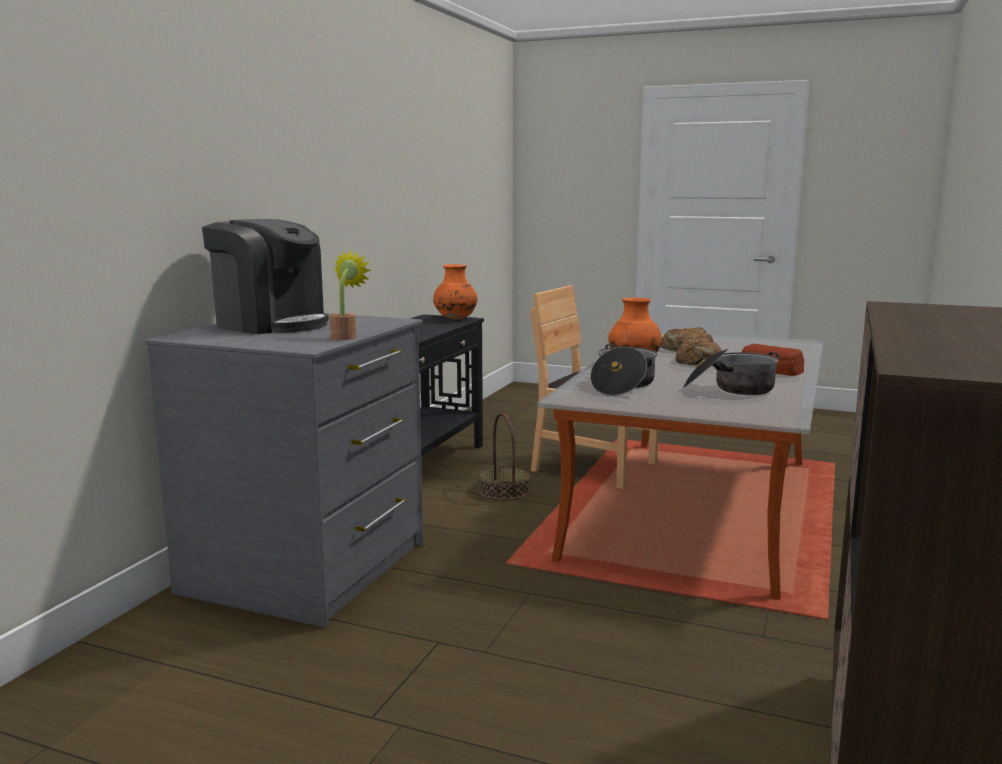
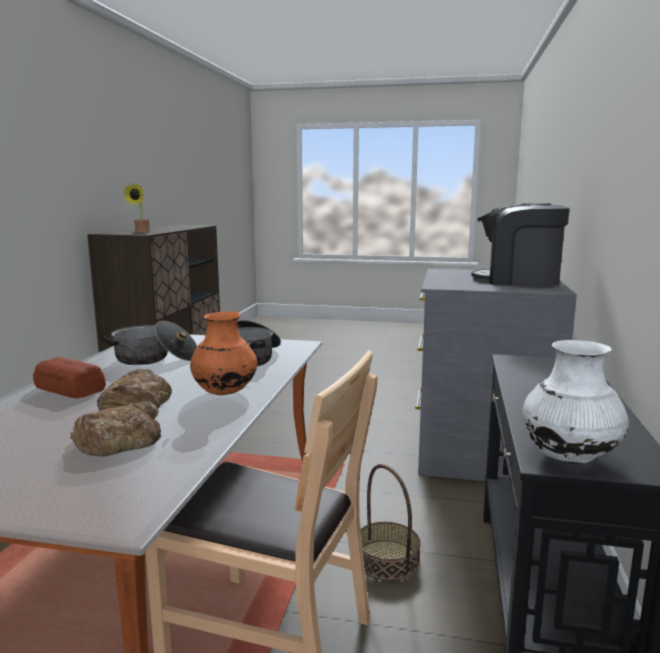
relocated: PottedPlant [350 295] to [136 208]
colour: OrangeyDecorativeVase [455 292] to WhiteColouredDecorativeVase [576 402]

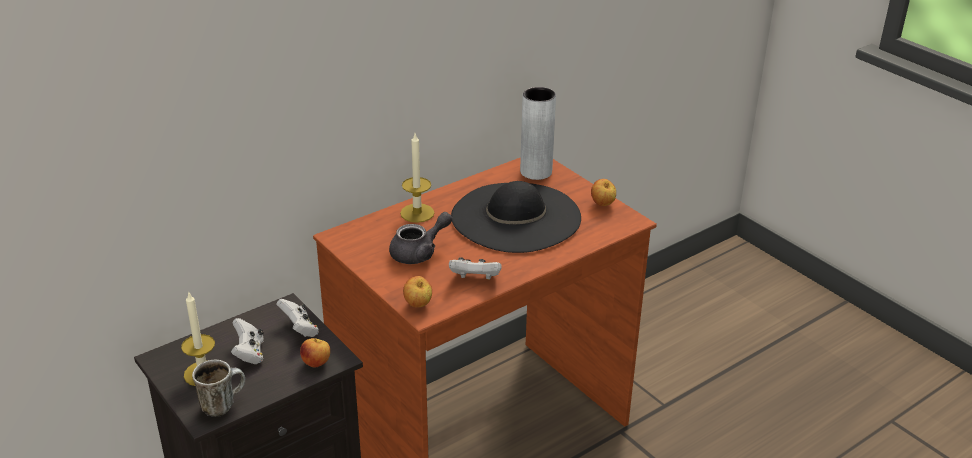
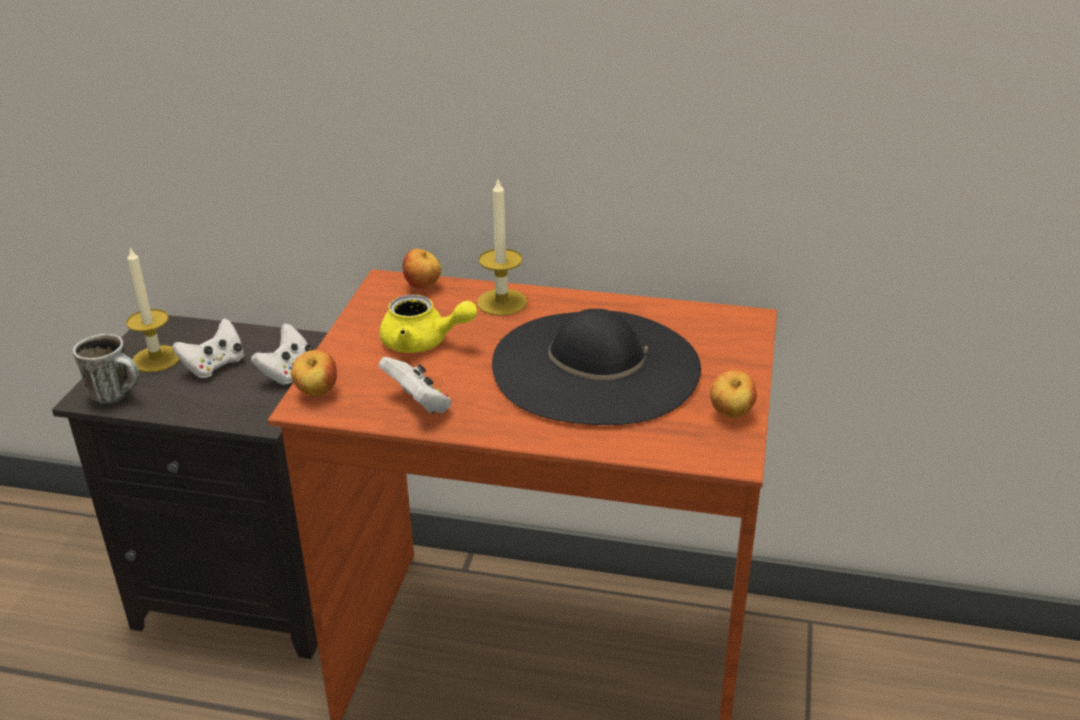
missing: GreyishDecorativeVase [538 133]
relocated: WholeApple [315 353] to [421 269]
colour: GreyishTeaPot [420 238] to YellowishTeaPot [428 323]

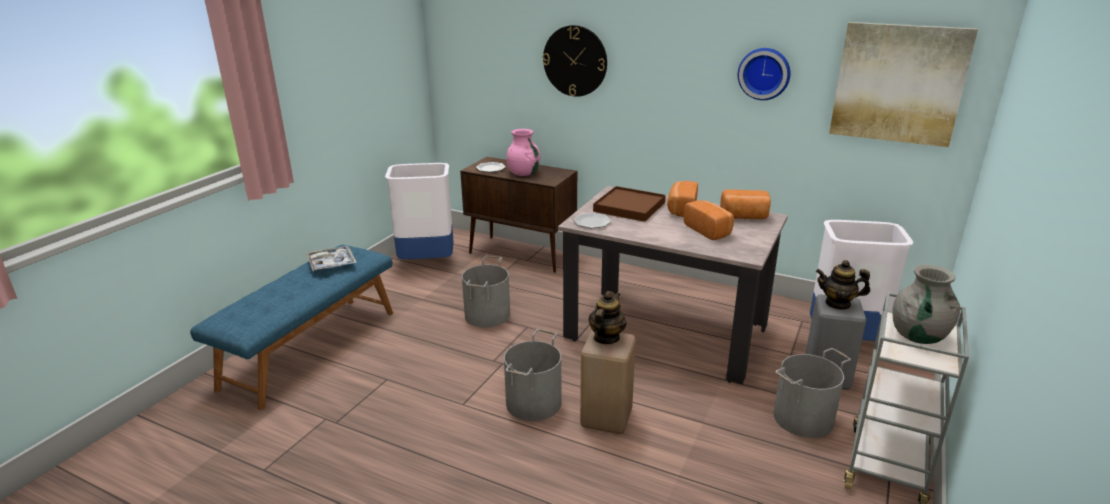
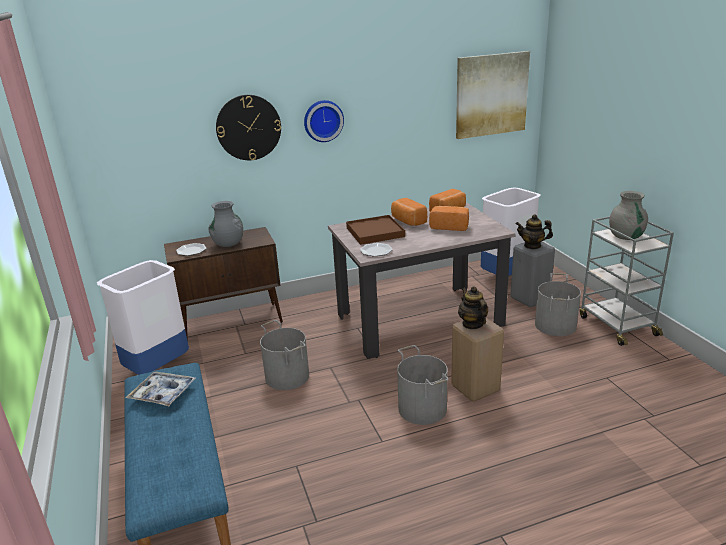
relocated: WallClock [764 74] to [324 121]
colour: PinkDecorativeVase [523 152] to GreyishDecorativeVase [225 224]
spun: TeaPot [843 285] = [534 231] 45 degrees clockwise

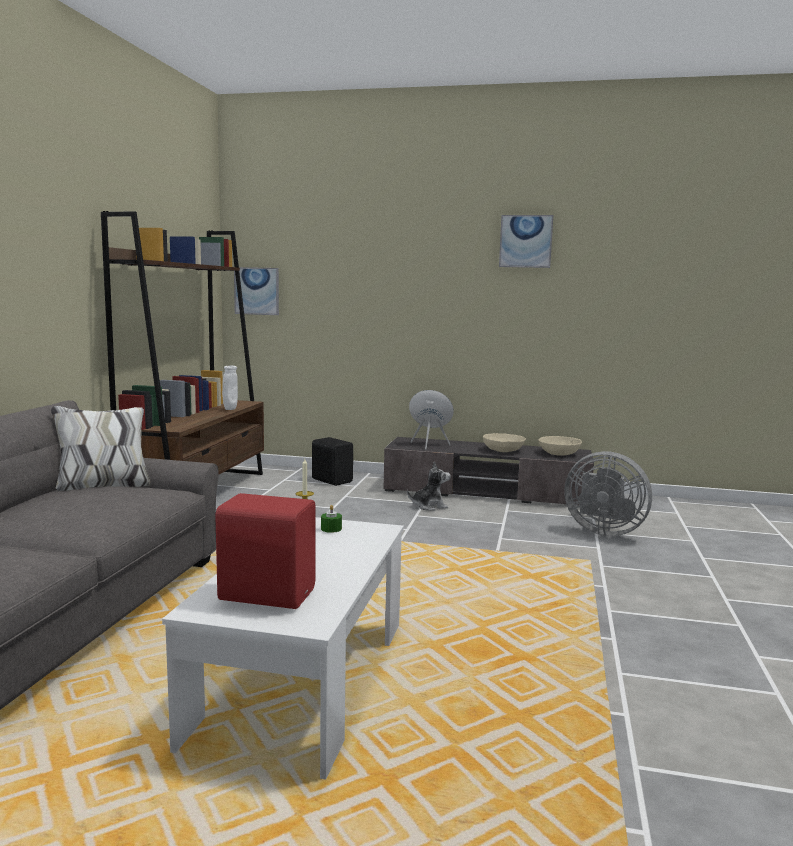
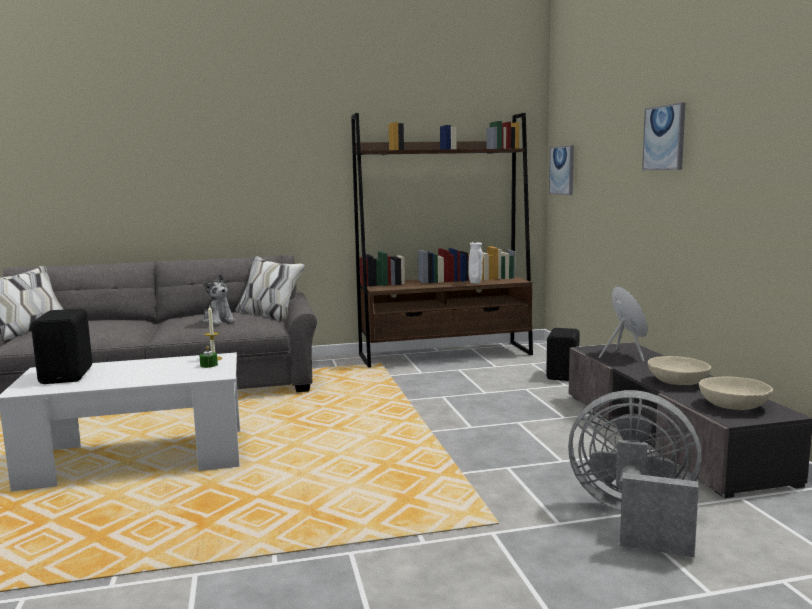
relocated: SoftToy [429 486] to [219 299]; Picture [526 241] to [664 136]
colour: RedColouredAudioSpeaker [265 551] to BlackishAudioSpeaker [61 346]
spun: GreyishFan [608 493] = [634 473] 105 degrees clockwise

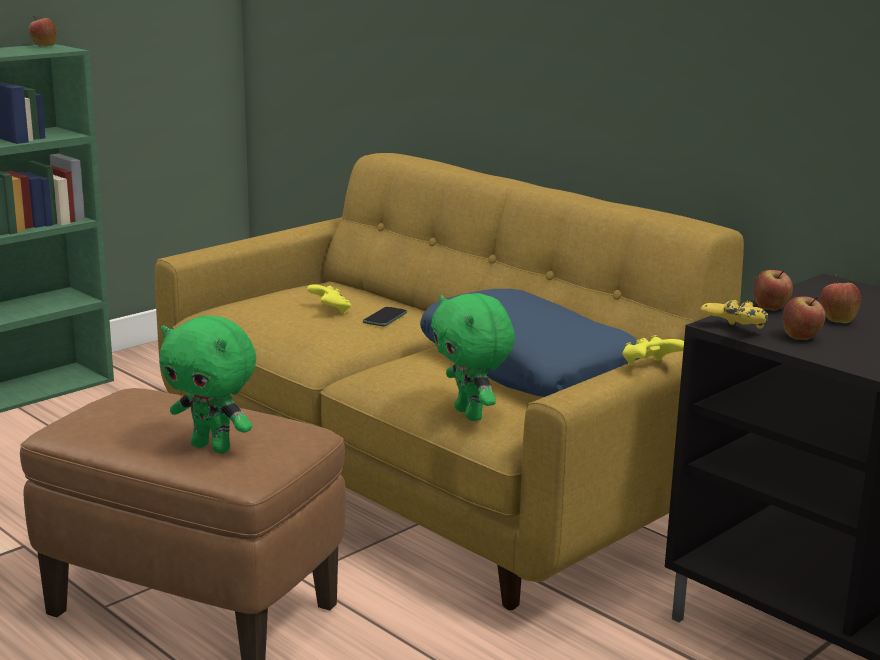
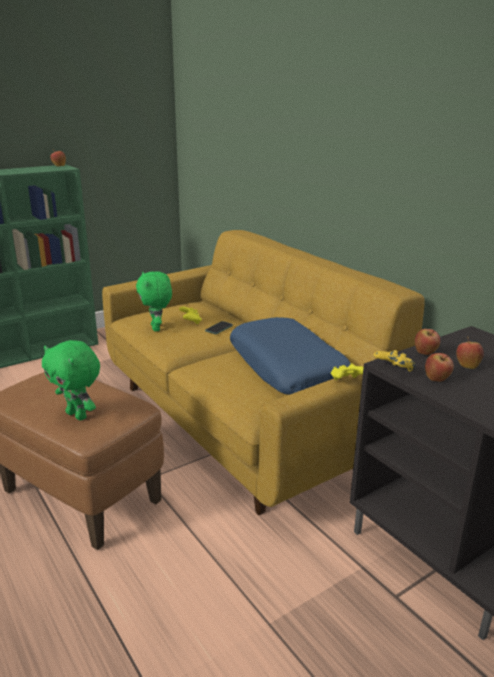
relocated: GreenSoftToy [473 357] to [154 301]

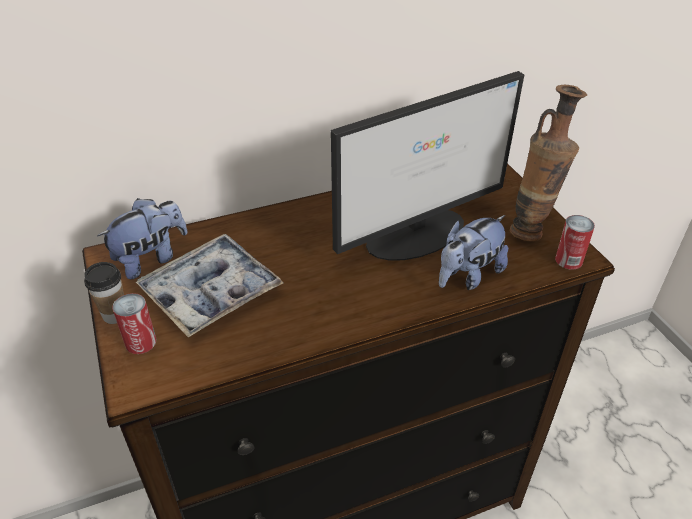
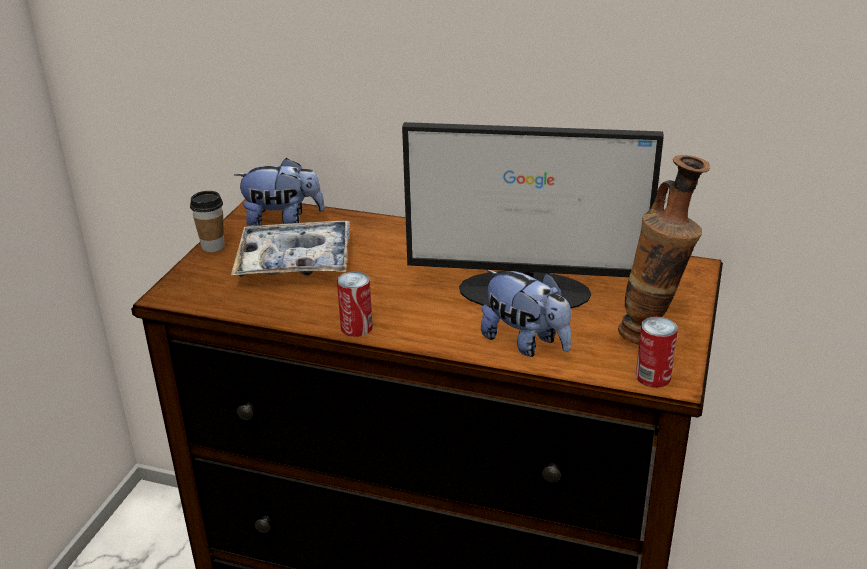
relocated: MetalCan [134 323] to [355 304]
spun: SoftToy [473 252] = [526 313] 135 degrees counterclockwise

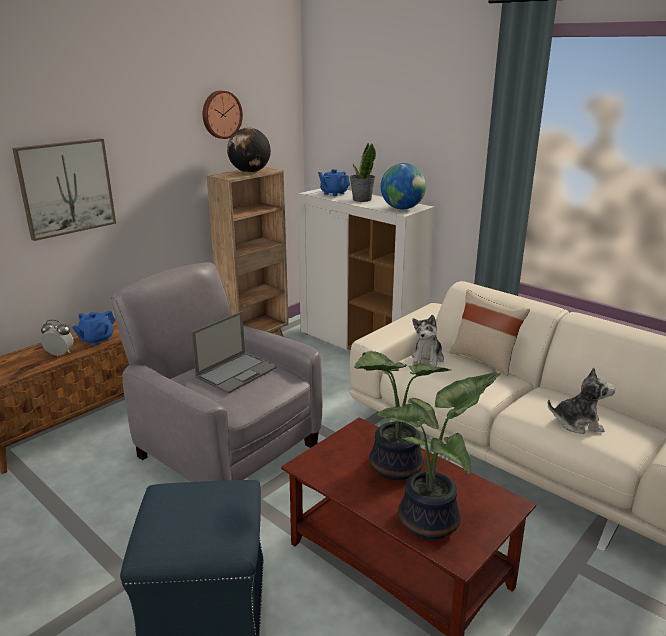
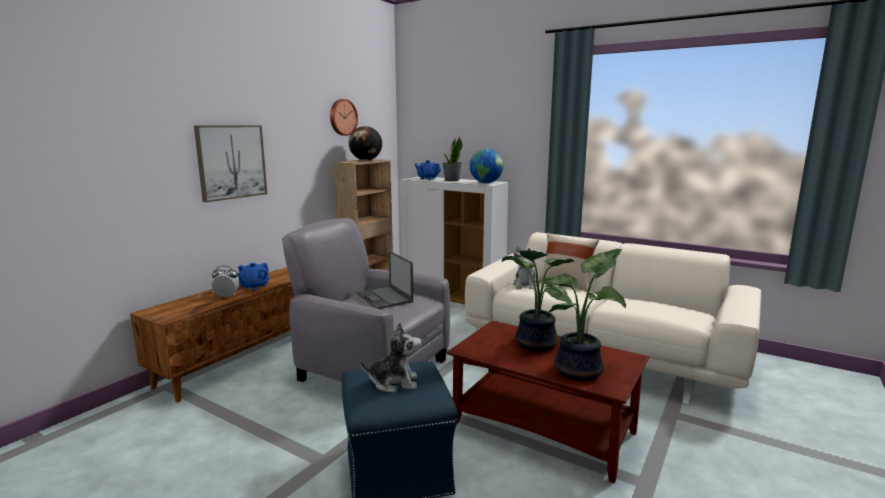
relocated: SoftToy [582 401] to [391 357]
spun: NotebookComputer [234 352] = [384 280] 120 degrees clockwise

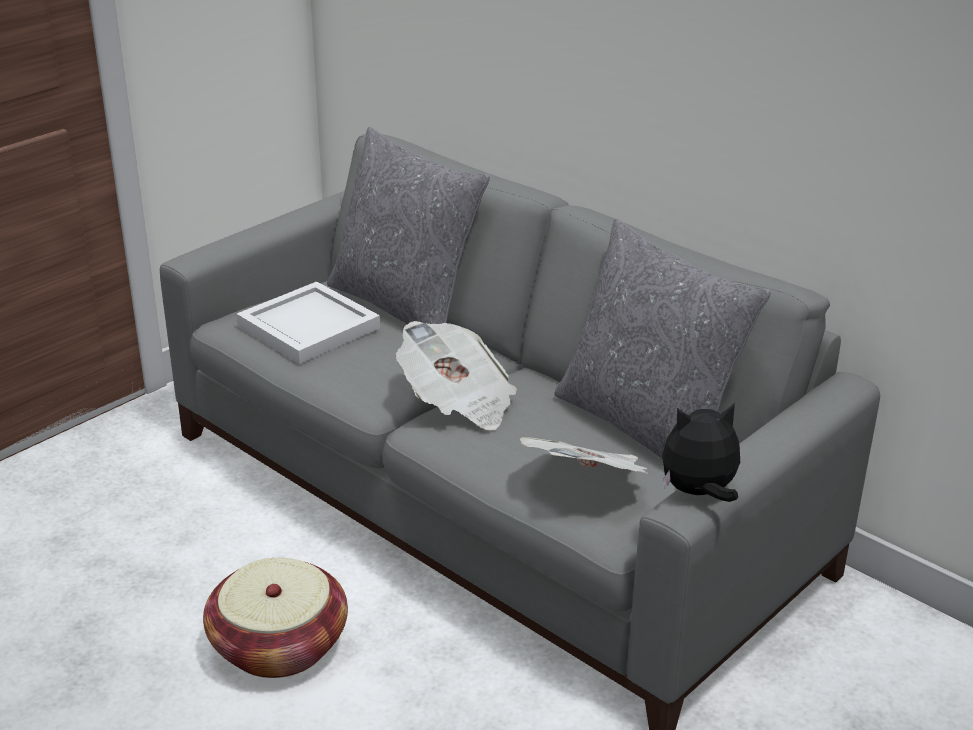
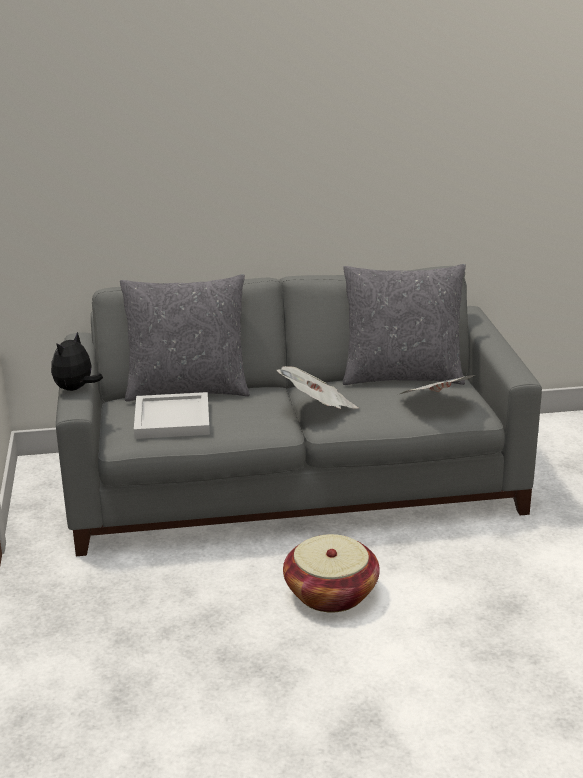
relocated: SoftToy [701 452] to [77 361]

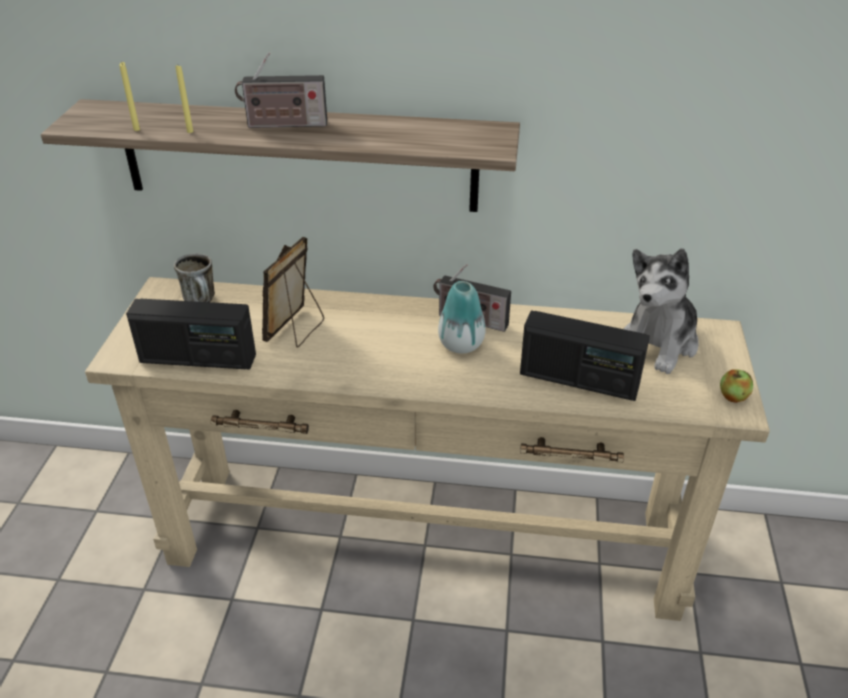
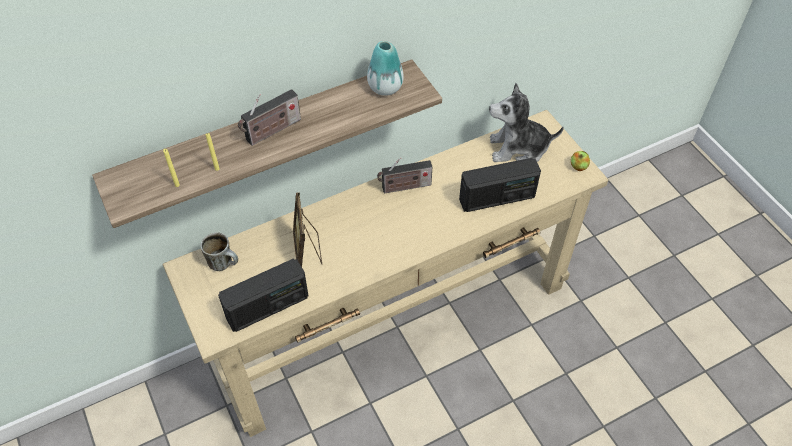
relocated: DecorativeVase [462 317] to [385 68]
spun: SoftToy [661 311] = [526 122] 90 degrees clockwise

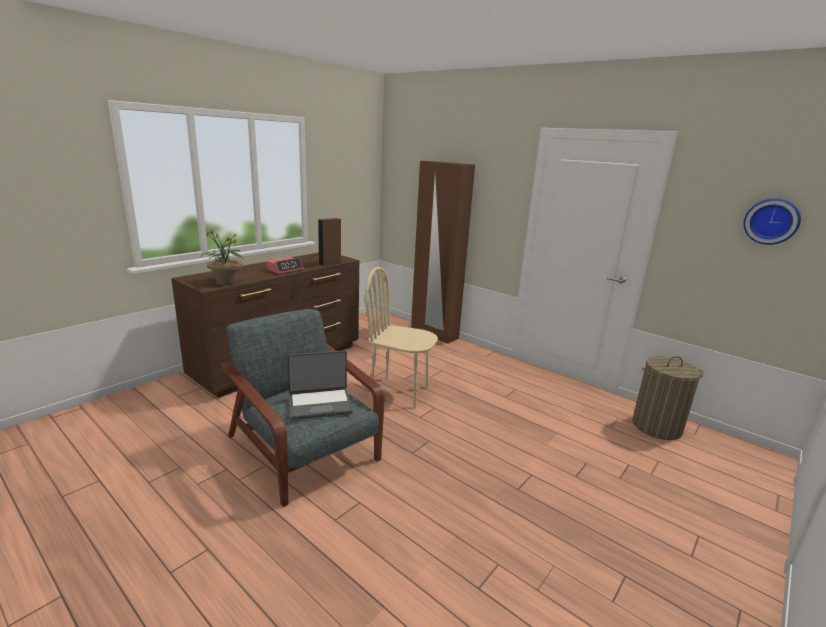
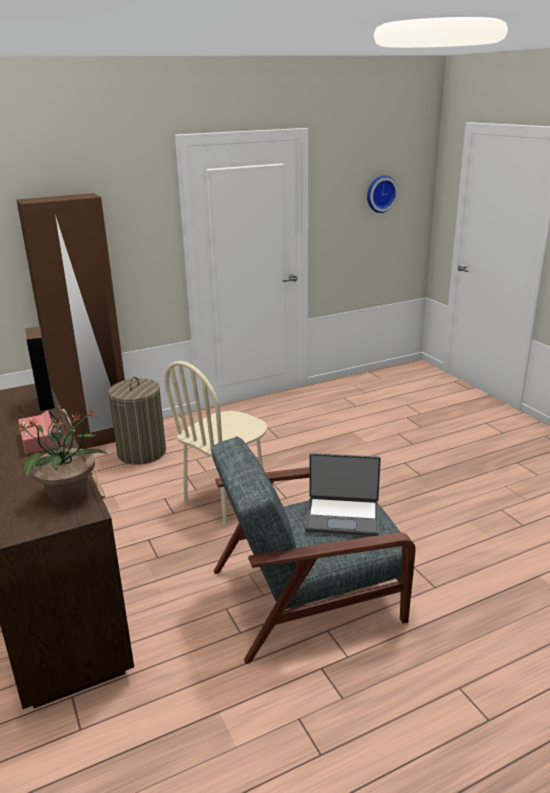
relocated: Hamper [667 398] to [137 421]
spun: NotebookComputer [320 385] = [343 494] 90 degrees clockwise

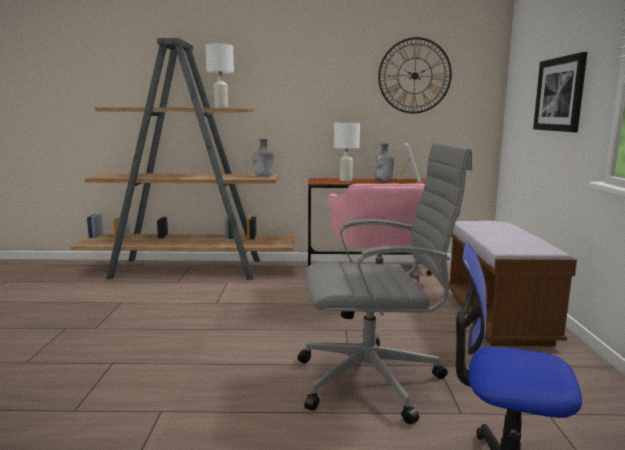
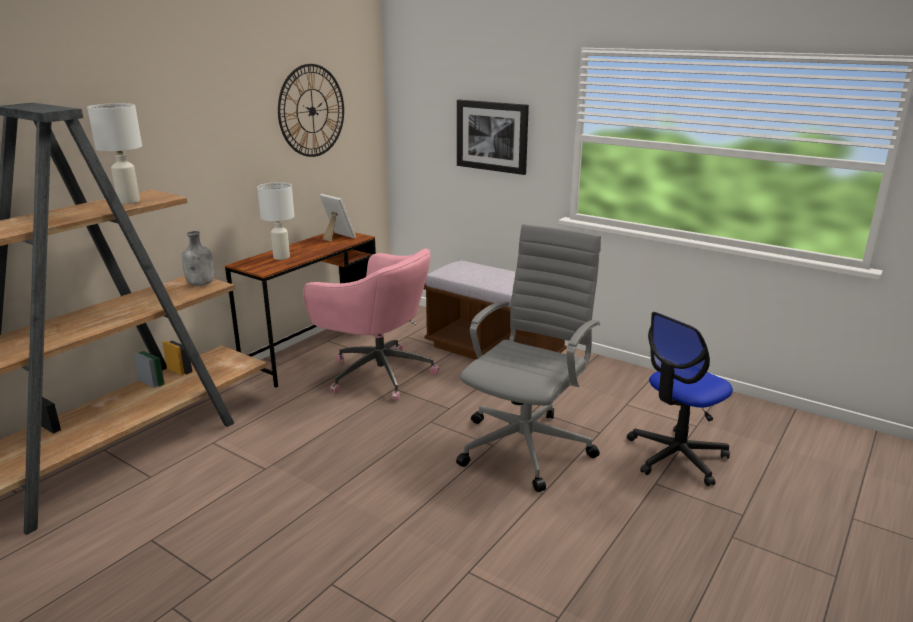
missing: GreyishBottle [384 162]

